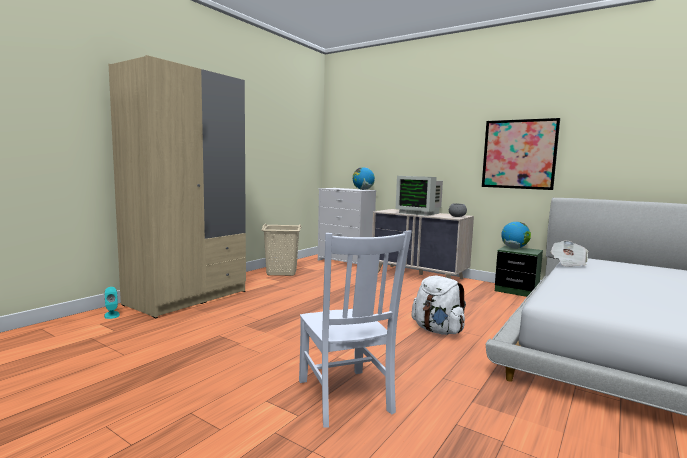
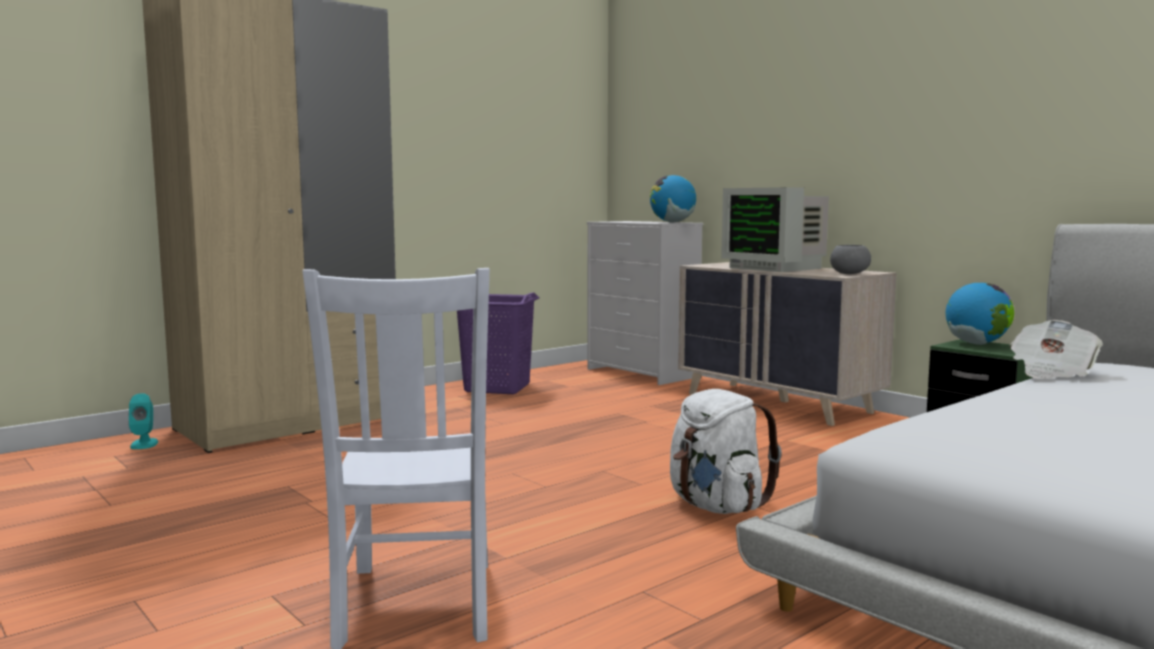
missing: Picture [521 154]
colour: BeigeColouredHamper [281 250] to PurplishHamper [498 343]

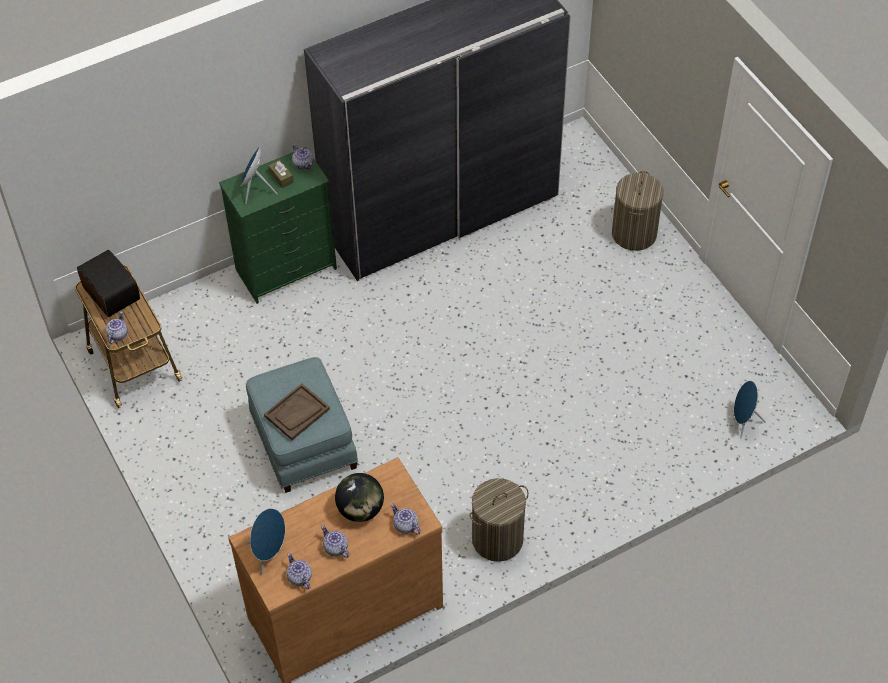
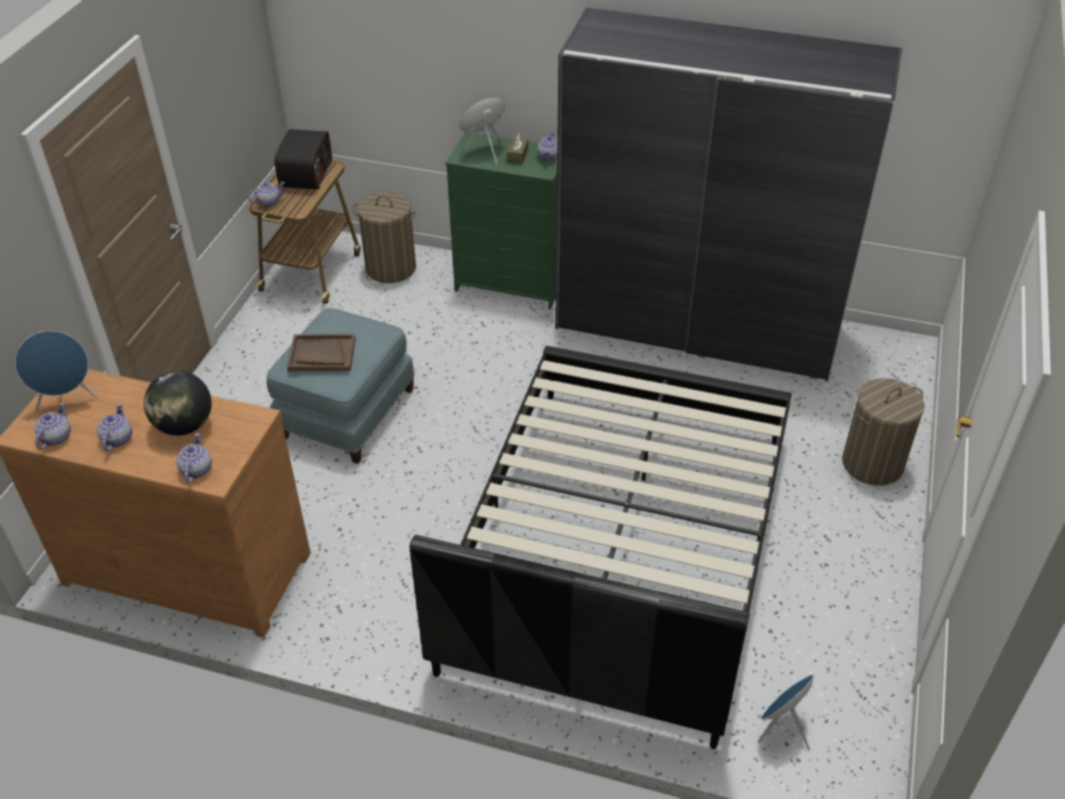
appeared: BlackishBedroomBed [600 547]
relocated: Hamper [499 520] to [384 237]

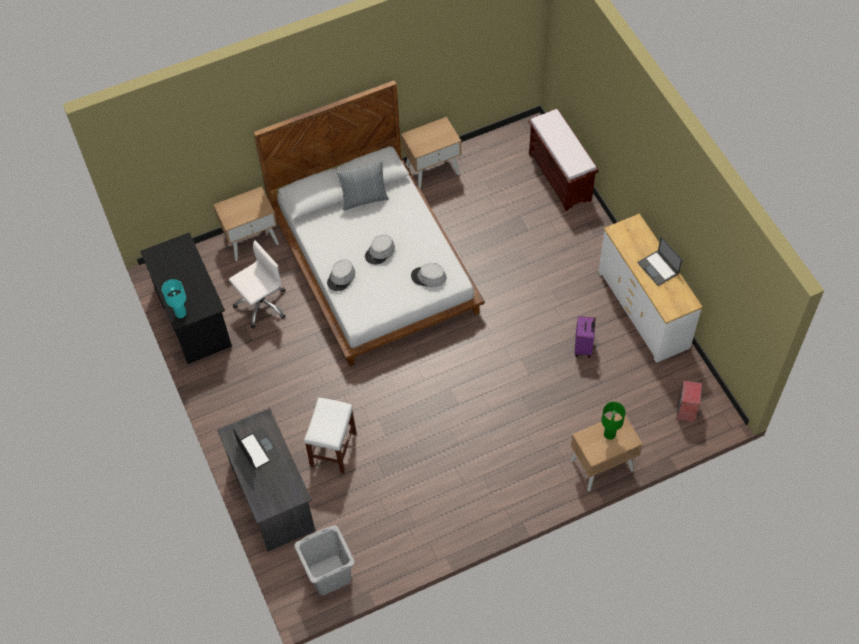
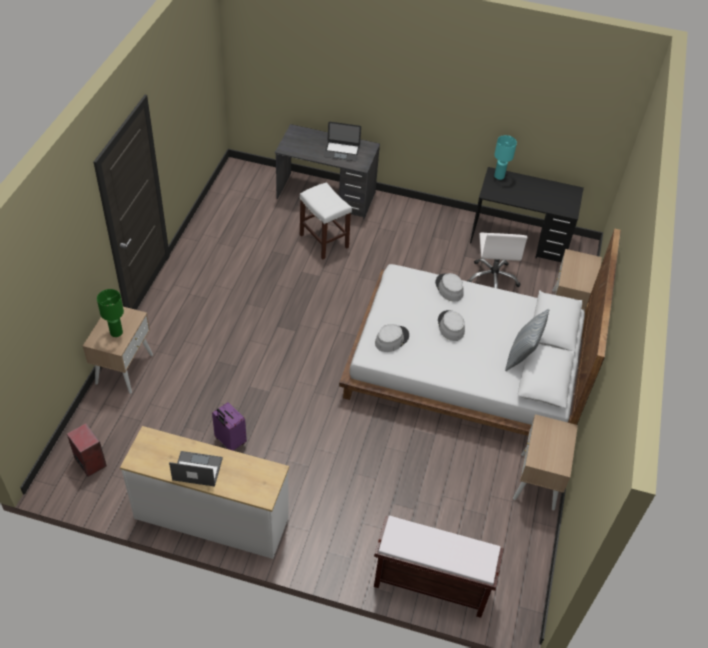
missing: GreyishHamper [324 560]

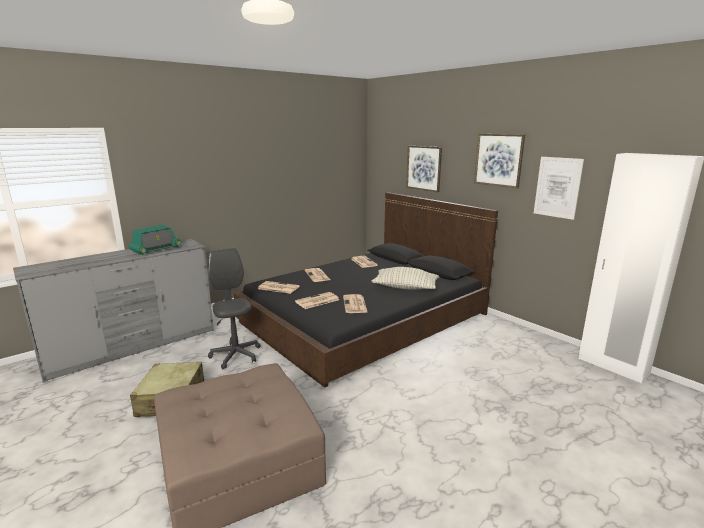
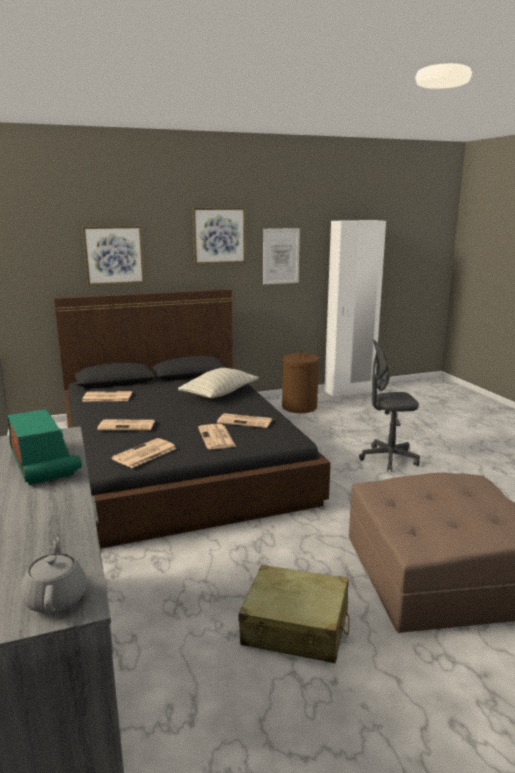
appeared: GreyishTeaPot [54 575]; BrownColouredHamper [300 381]
relocated: GreyishOfficeChair [234 309] to [389 405]

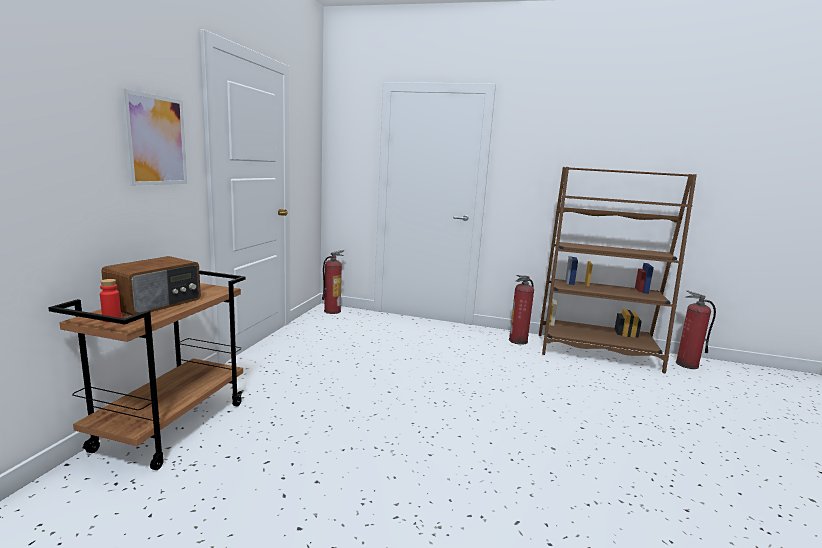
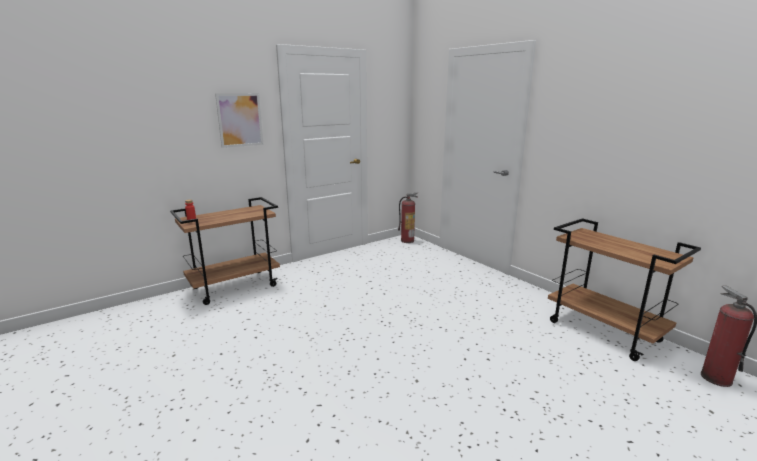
missing: Radio [151 286]; FireExtinguisher [521 310]
exchanged: BrownColouredBookcase [618 270] to BrownColouredTrolley [624 289]

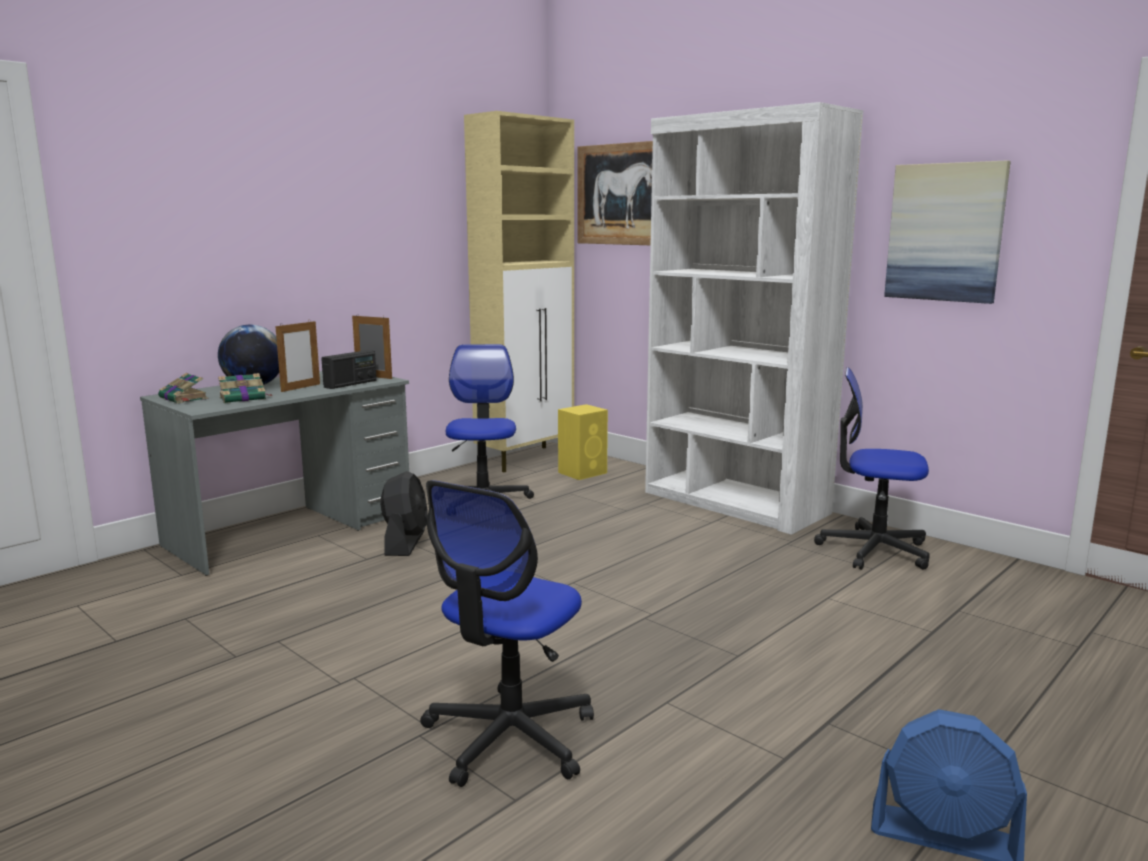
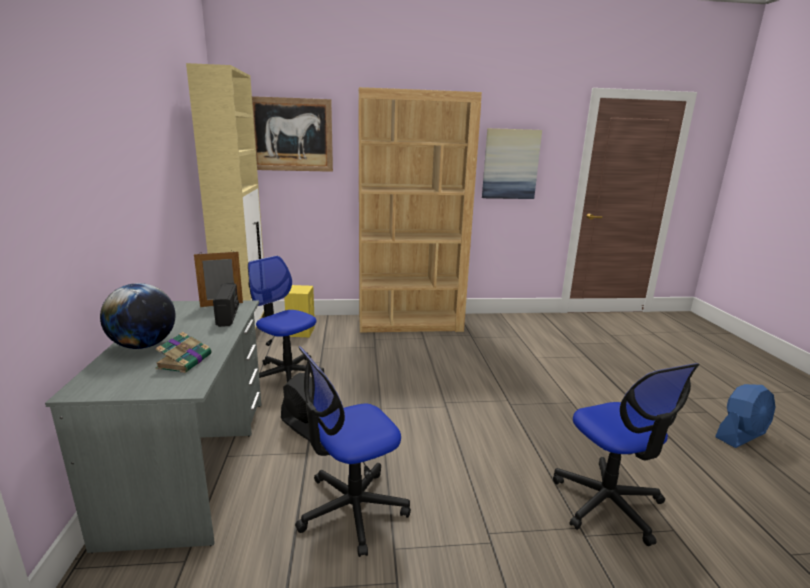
missing: Volume [183 388]; StandingFrame [297 356]
relocated: OfficeChair [872 468] to [353 451]
colour: WhiteColouredBookcase [754 318] to BrownColouredBookcase [420 209]

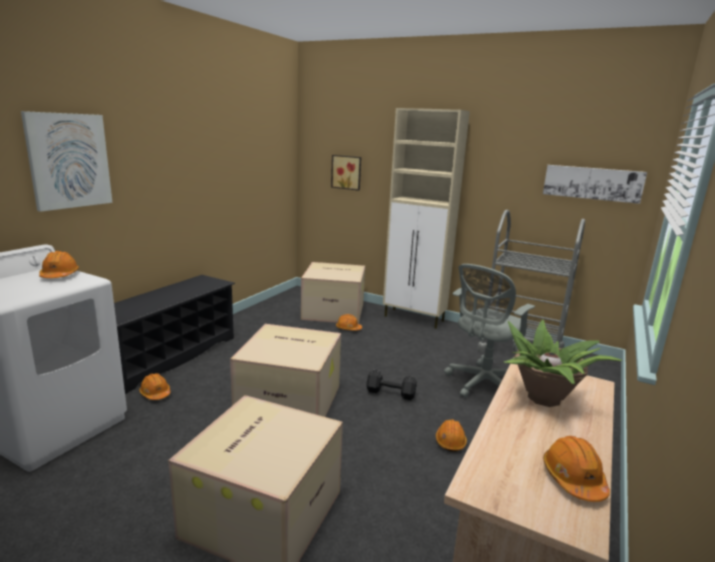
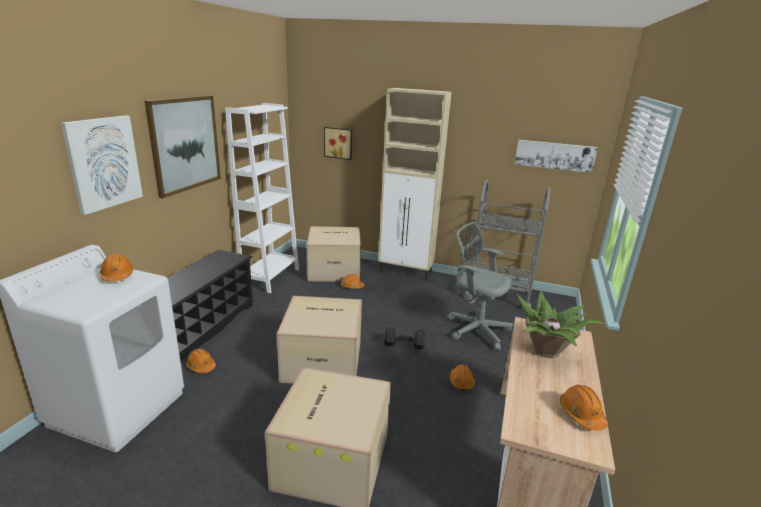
appeared: Picture [183 147]; WhiteColouredBookcase [262 198]
spun: GreyishOfficeChair [489 331] = [480 286] 90 degrees clockwise

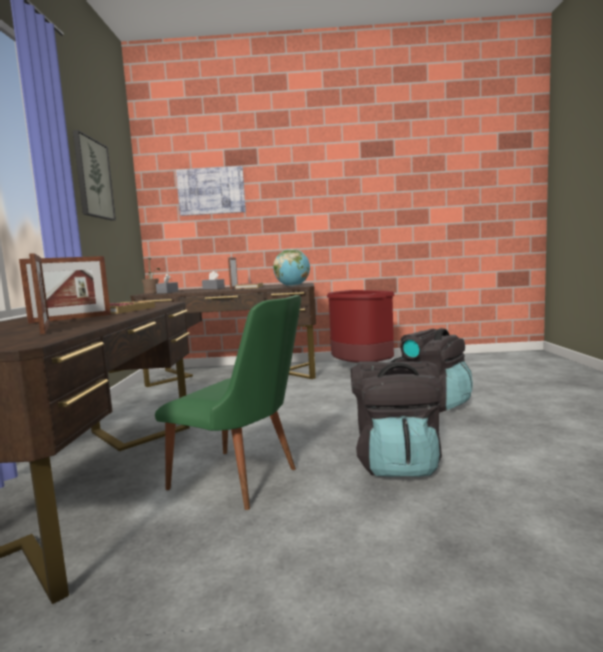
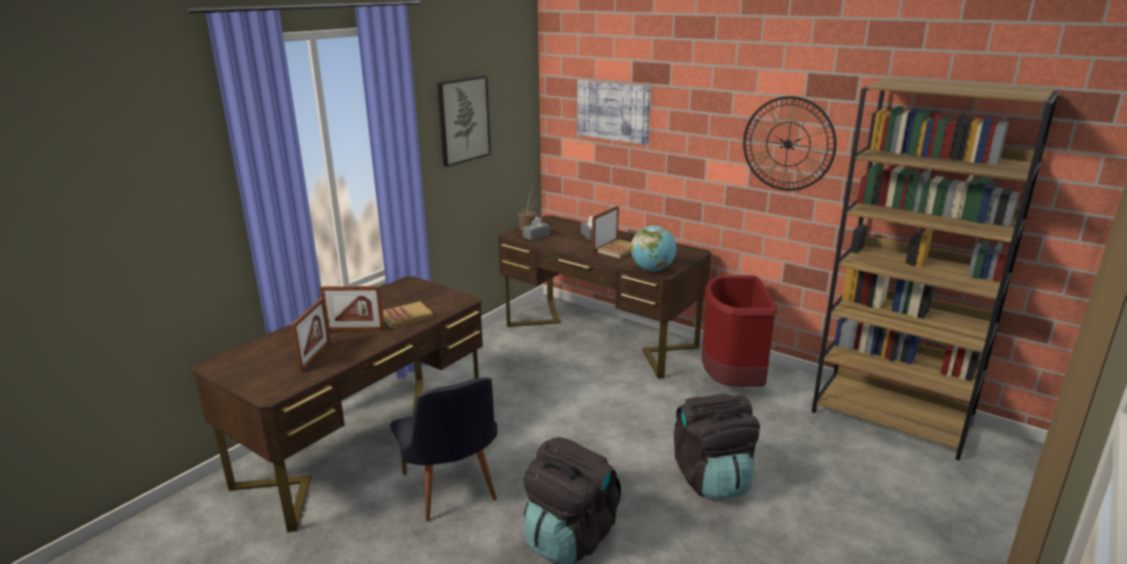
appeared: WallClock [790 143]; BrownColouredBookcase [935 269]
colour: GreenUprightChair [228 402] to BlackishUprightChair [443 449]

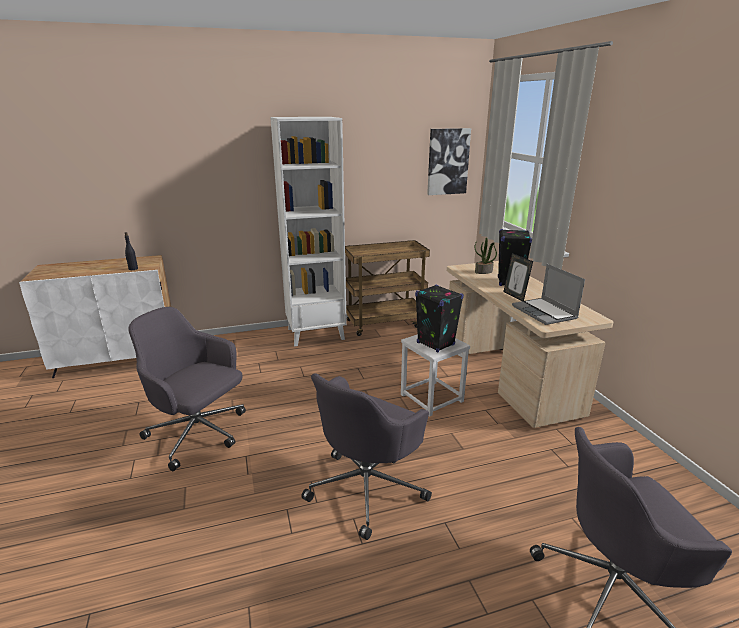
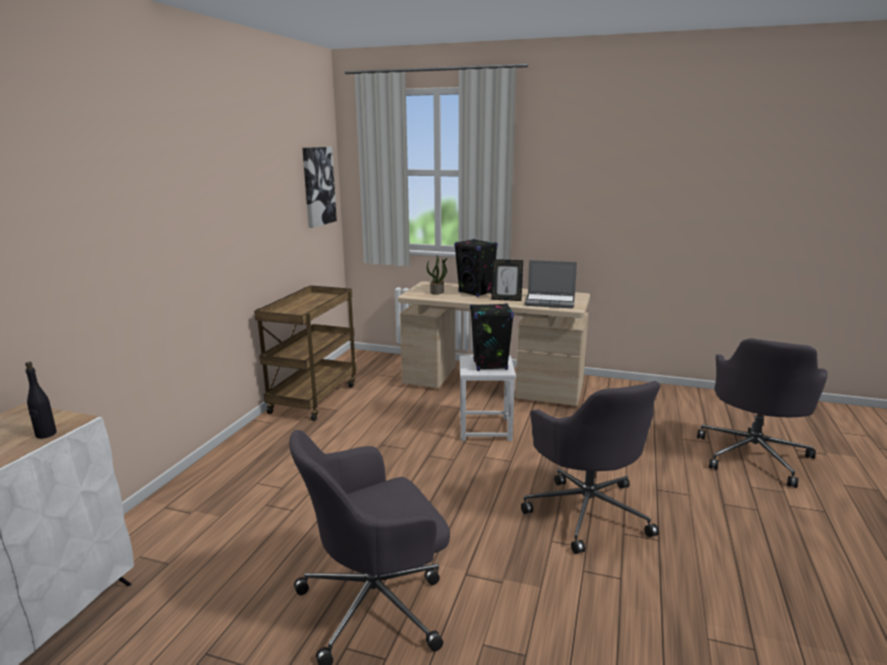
missing: WhiteColouredBookcase [308 231]

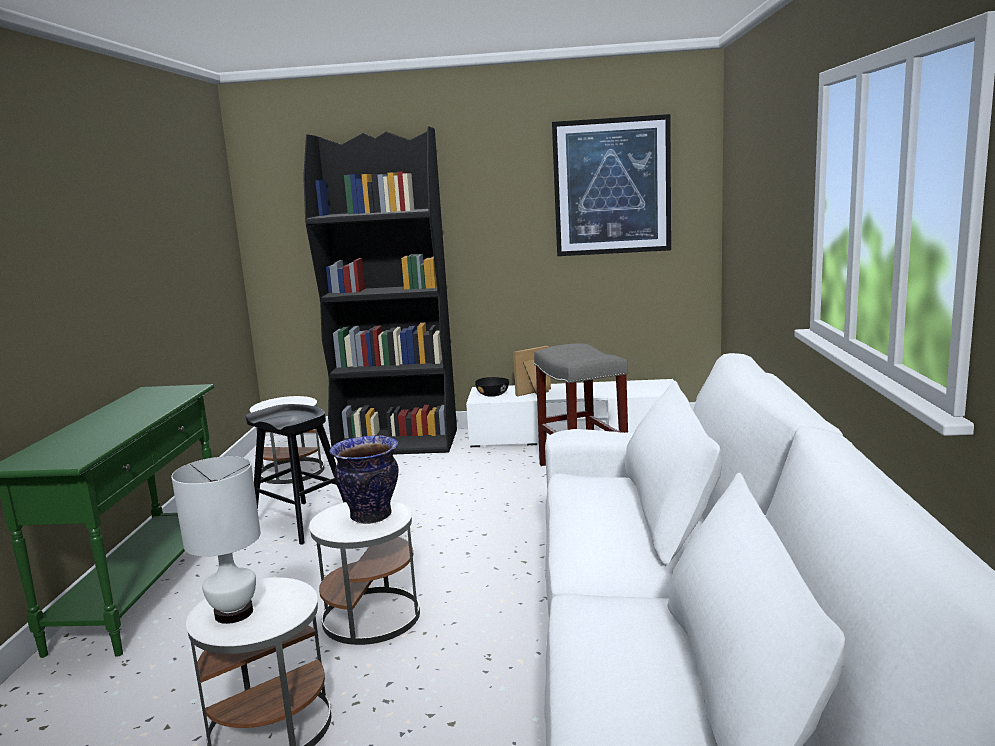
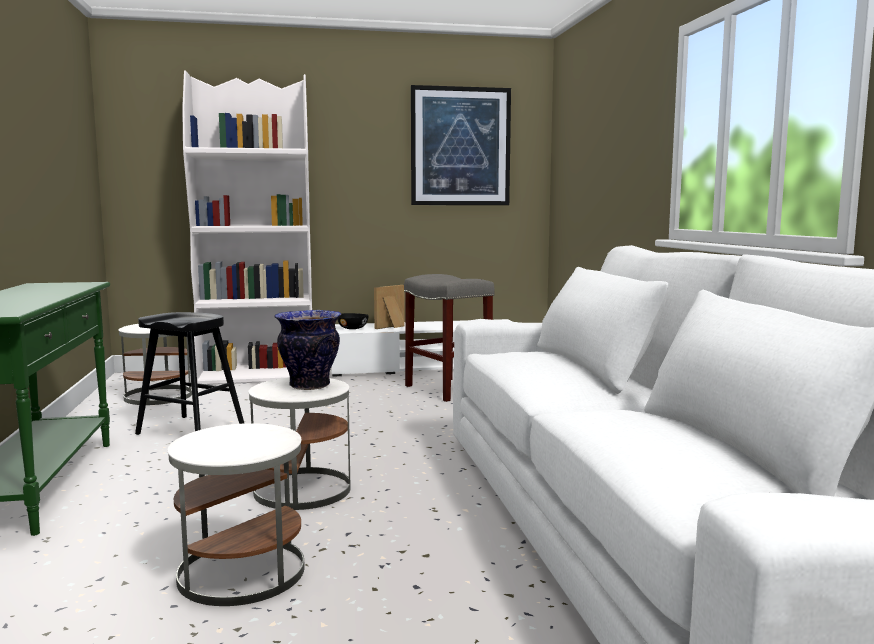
missing: WhiteColouredTableLamp [216 540]
colour: BlackishBookcase [380 290] to WhiteColouredBookcase [247 227]

